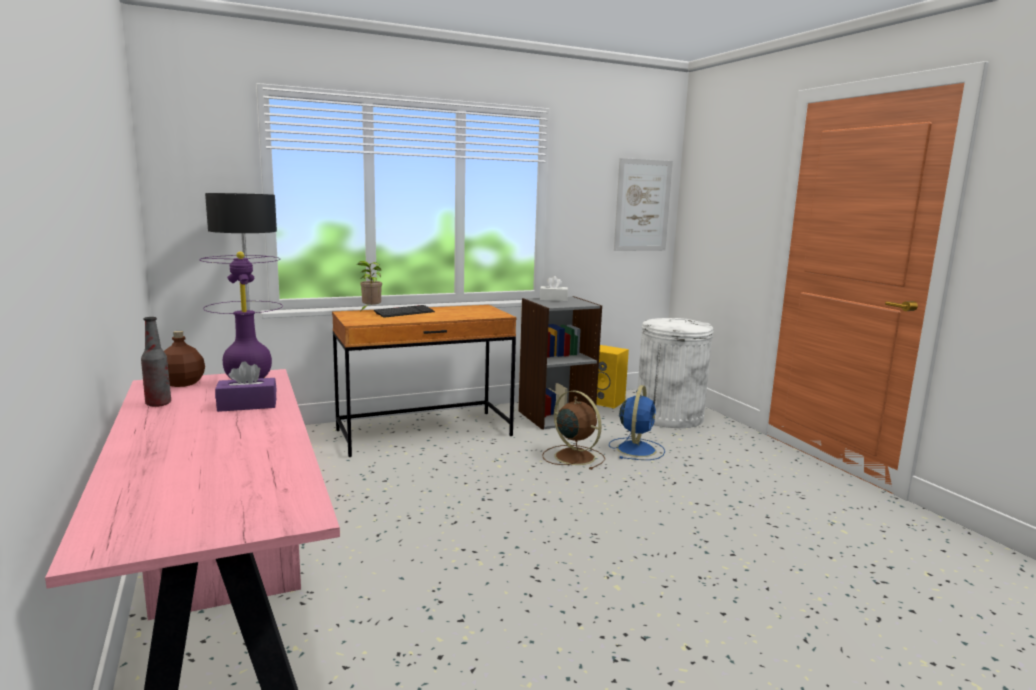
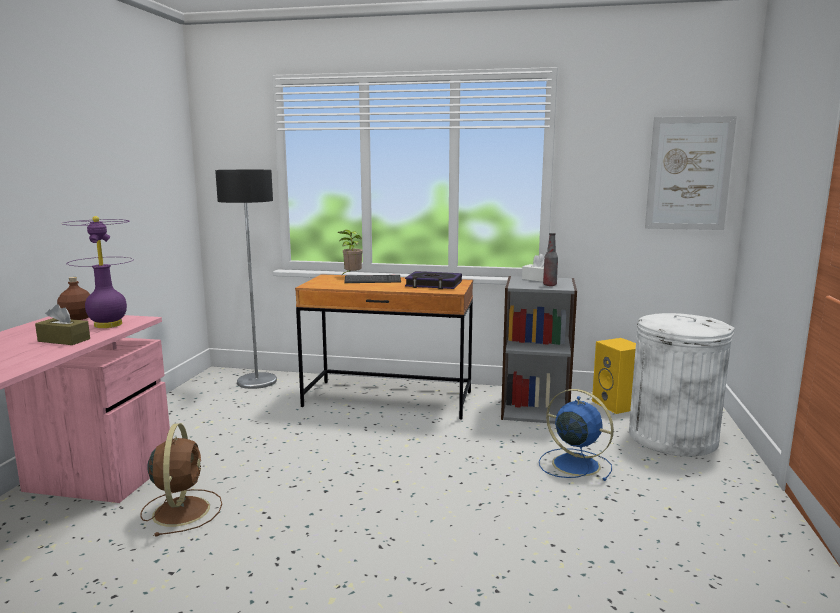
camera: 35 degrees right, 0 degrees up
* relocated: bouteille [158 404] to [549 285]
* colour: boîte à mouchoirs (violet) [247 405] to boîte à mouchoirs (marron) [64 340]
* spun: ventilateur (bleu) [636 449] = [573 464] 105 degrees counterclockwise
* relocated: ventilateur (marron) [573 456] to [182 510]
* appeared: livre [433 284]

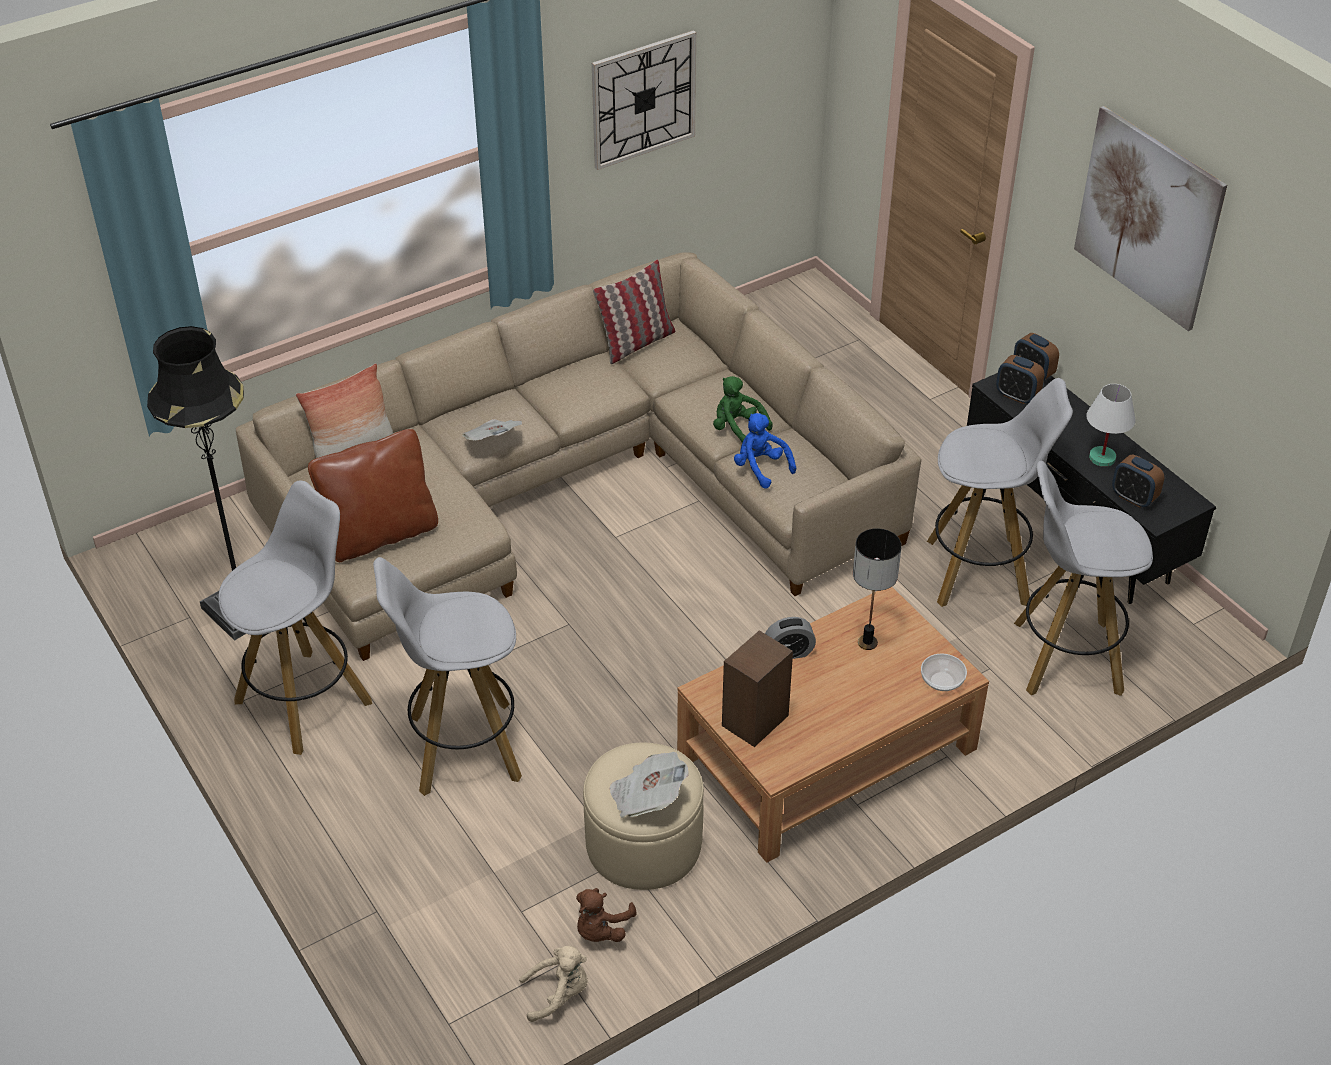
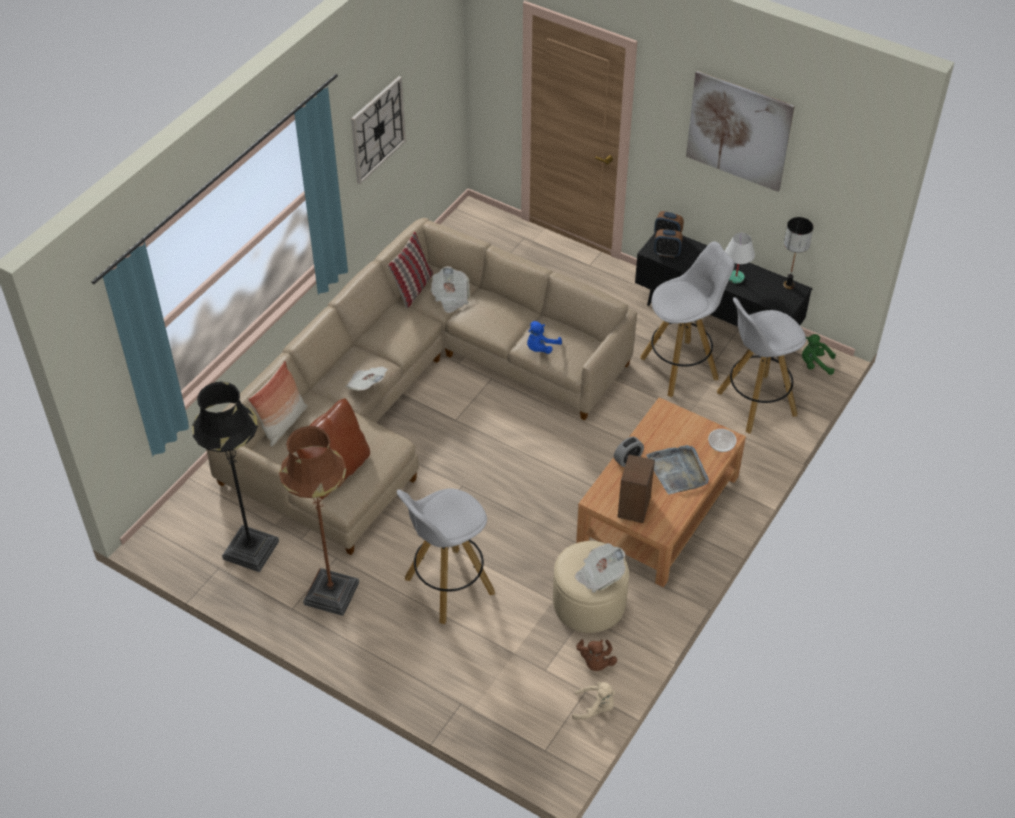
camera: 25 degrees left, 5 degrees up
* relocated: peluche (vert) [737 429] to [815 364]
* spun: peluche (bleu) [761 468] = [540 348] 75 degrees counterclockwise
* missing: réveil [1133 498]
* exchanged: tabouret (blanc) [305 700] to lampadaire (marron) [331 593]
* relocated: lampe de table [868 643] to [789 285]
* spun: peluche (beige) [559 994] = [595 708] 45 degrees clockwise
* appeared: journal [450 298]
* appeared: plateau (gris) [678 471]

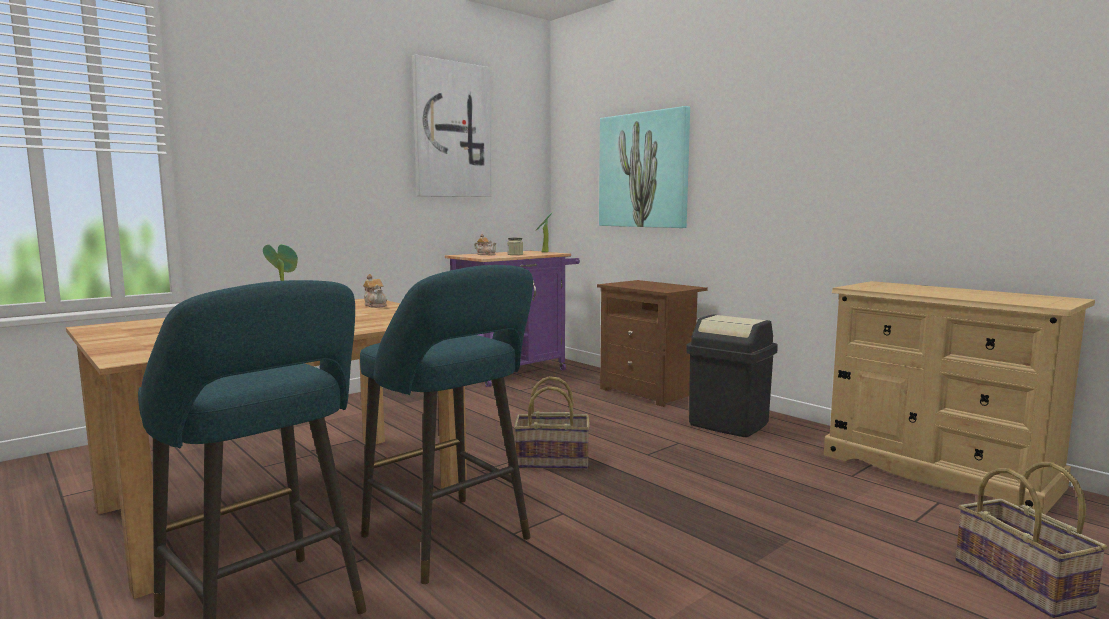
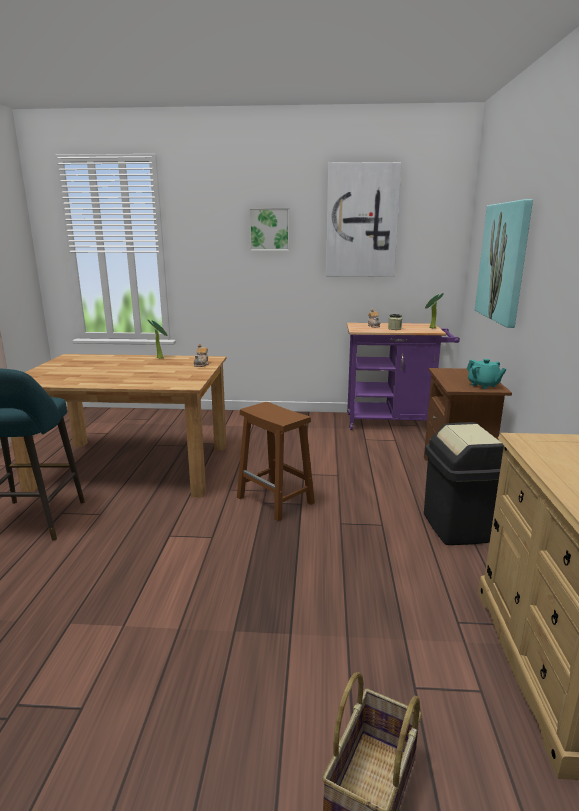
camera: 45 degrees right, 10 degrees up
* missing: tabouret (turquoise) [451 541]
* exchanged: panier [552 461] to tabouret (marron) [276 500]
* appeared: tableau [269 229]
* appeared: théière (turquoise) [483 385]

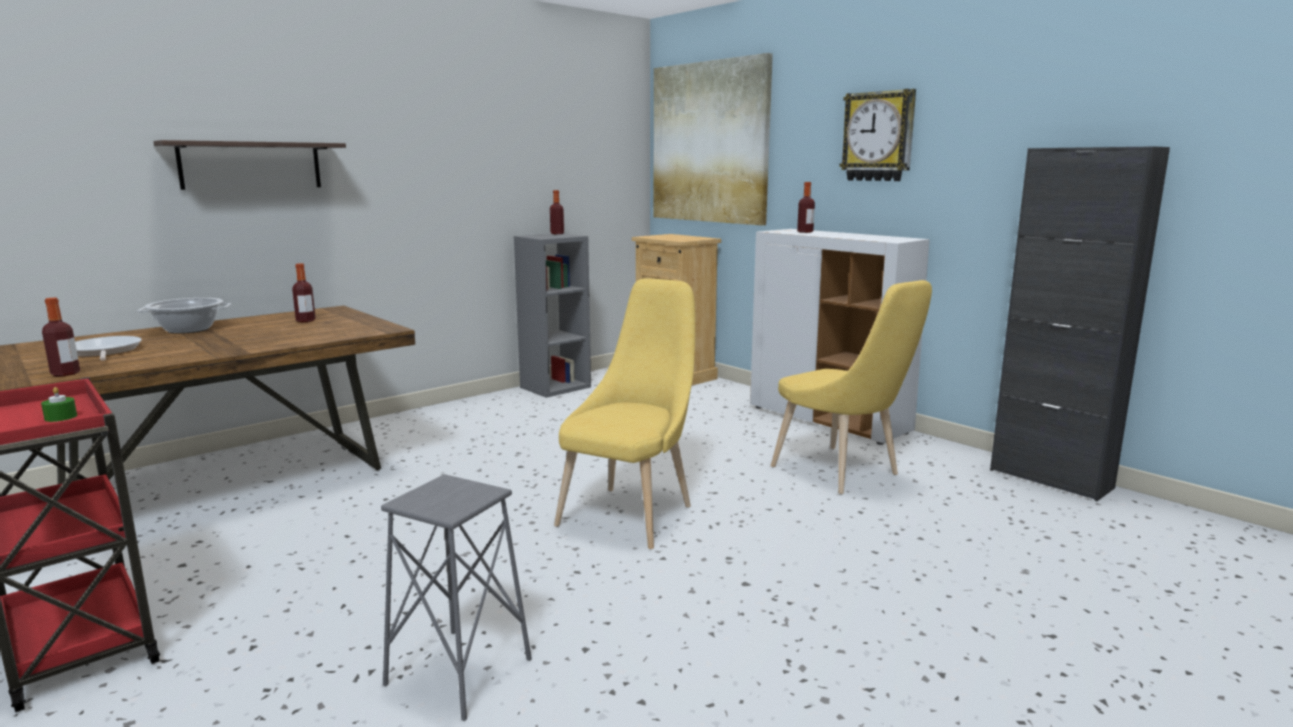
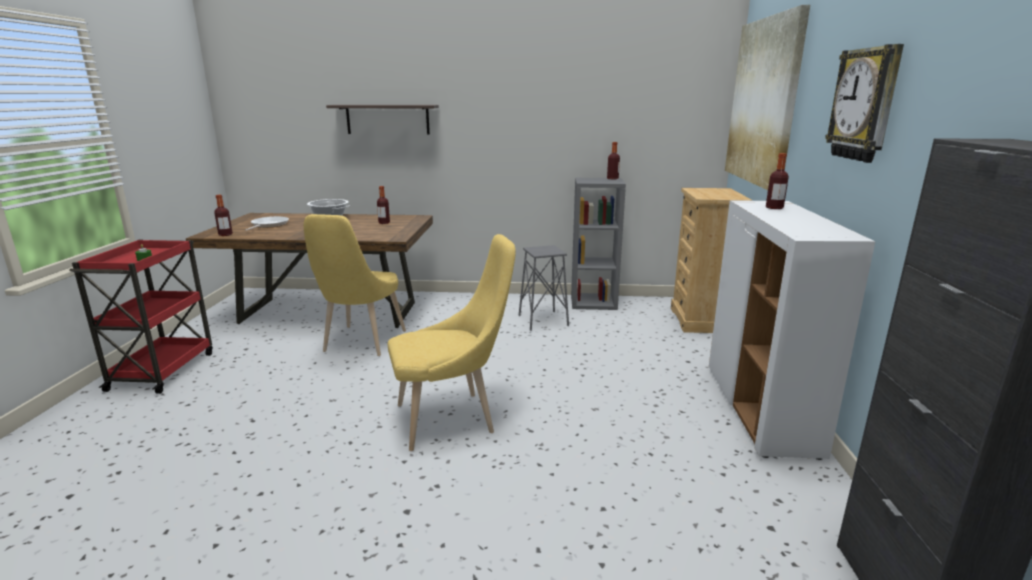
camera: 45 degrees right, 5 degrees up
* relocated: chaise (jaune) [841 473] to [361 343]
* relocated: tabouret (gris) [458 673] to [542 321]

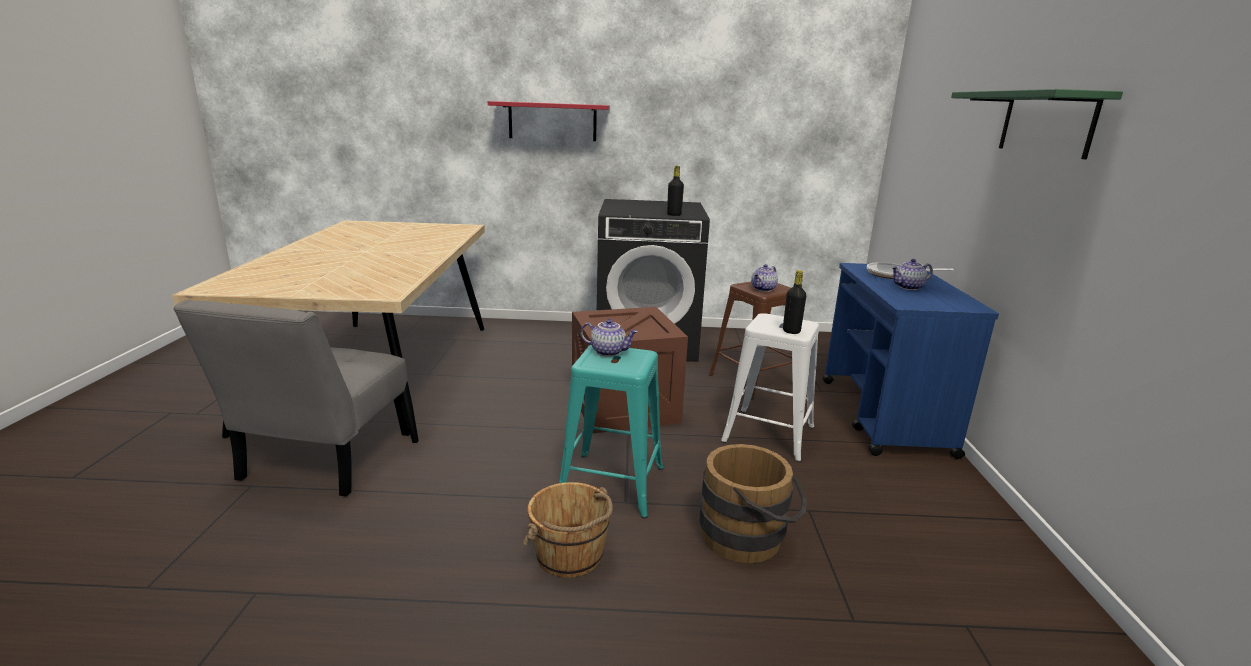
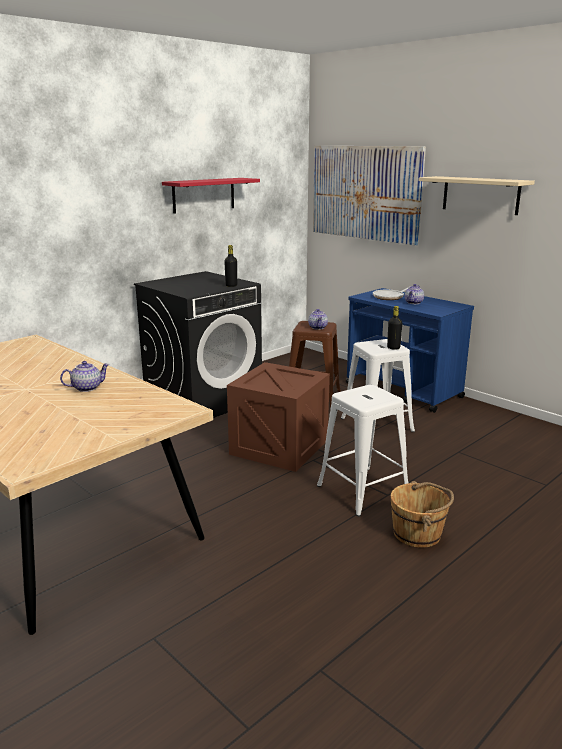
camera: 45 degrees left, 0 degrees up
* colour: étagère (vert) [1046 123] to étagère (beige) [480 195]
* relocated: étagère (rouge) [552 121] to [204 195]
* missing: chaise (gris) [322 461]
* relocated: théière [608 352] to [87 388]
* colour: tabouret (turquoise) [612 483] to tabouret (blanc) [363 490]
* missing: seau (marron) [749 538]
* appeared: tableau [365 193]

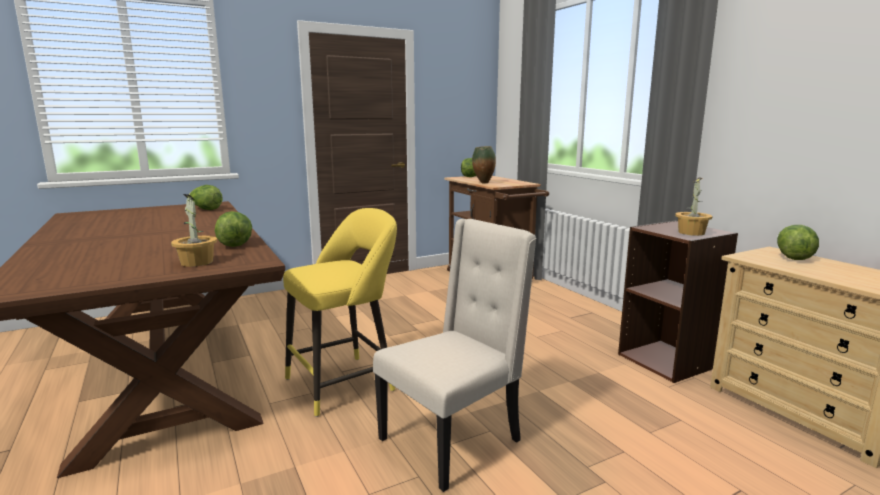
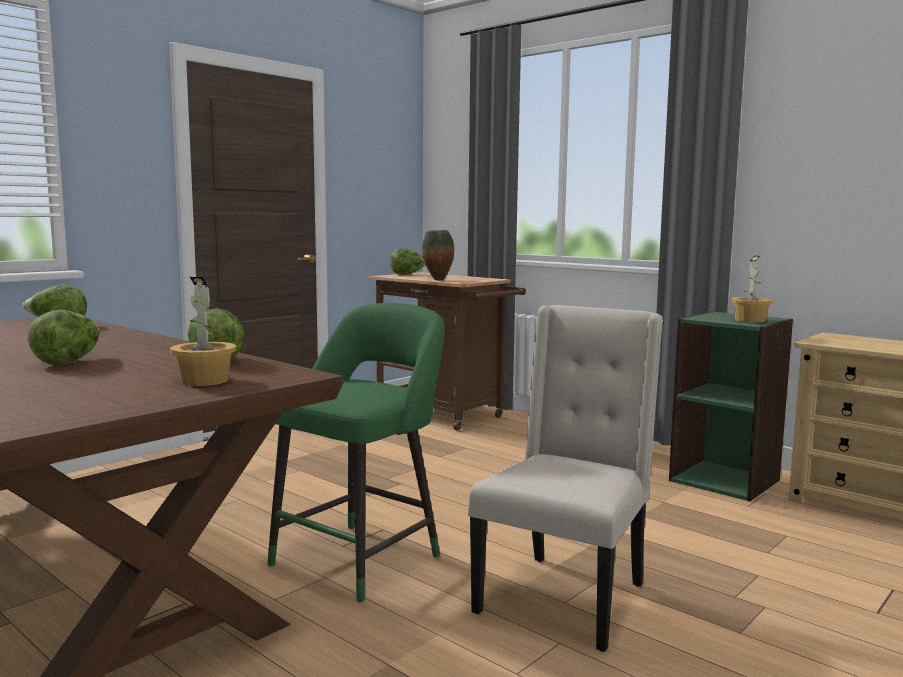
camera: 20 degrees left, 5 degrees down
* colour: tabouret (jaune) [345 383] to tabouret (vert) [362 558]
* colour: bibliothèque (marron) [667 360] to bibliothèque (vert) [725 480]
* relocated: laitue [793 257] to [68 362]

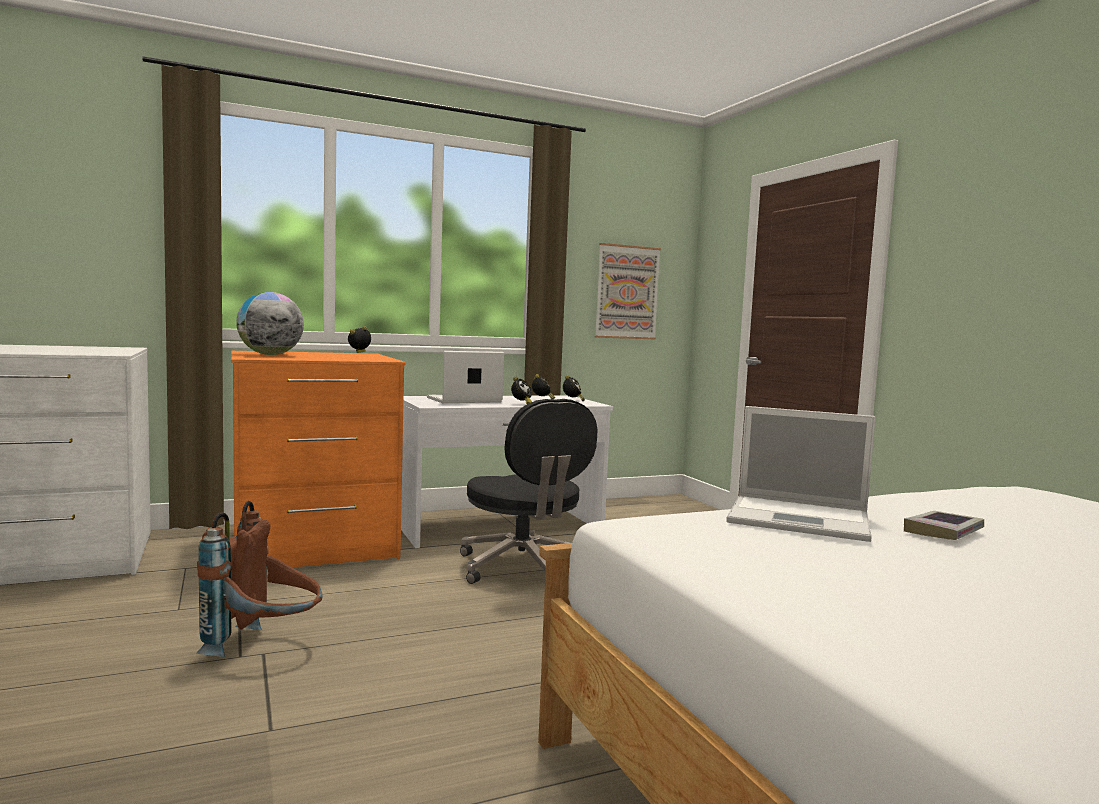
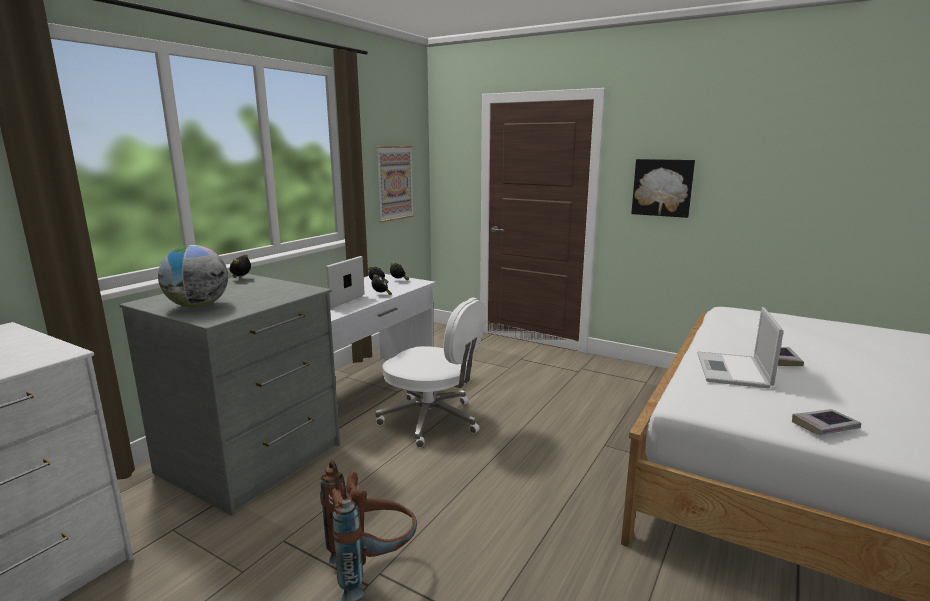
camera: 35 degrees left, 10 degrees up
* colour: commode (orange) [313 546] to commode (gris) [252 459]
* colour: chaise de bureau (noir) [523 568] to chaise de bureau (blanc) [432 420]
* spun: ordinateur portable [802 519] = [733 371] 120 degrees clockwise
* appeared: tableau [662 187]
* appeared: livre [825 426]

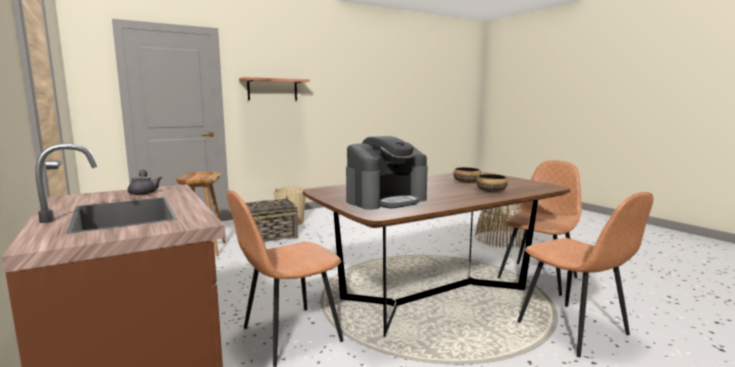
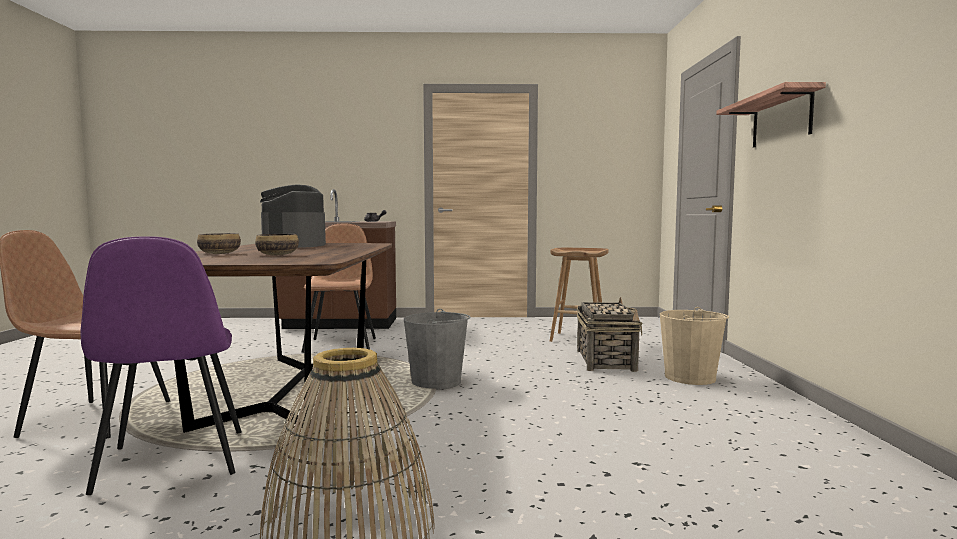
camera: 120 degrees right, 5 degrees down
* colour: chaise (marron) [538 277] to chaise (violet) [172 462]
* appeared: seau (gris) [436 382]

